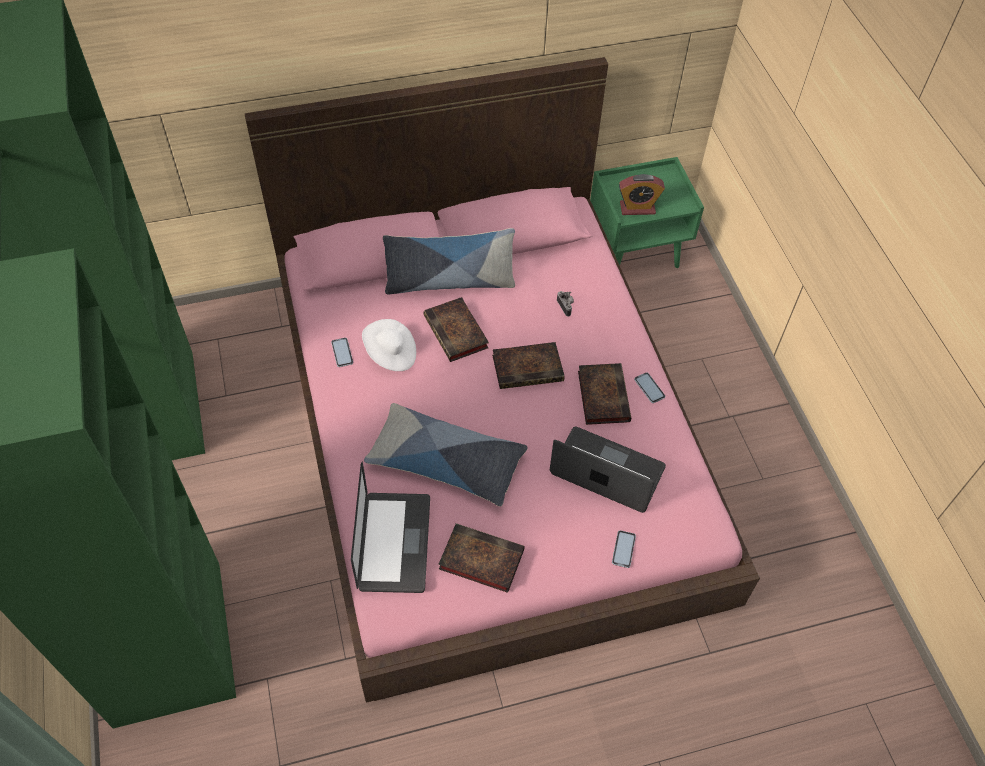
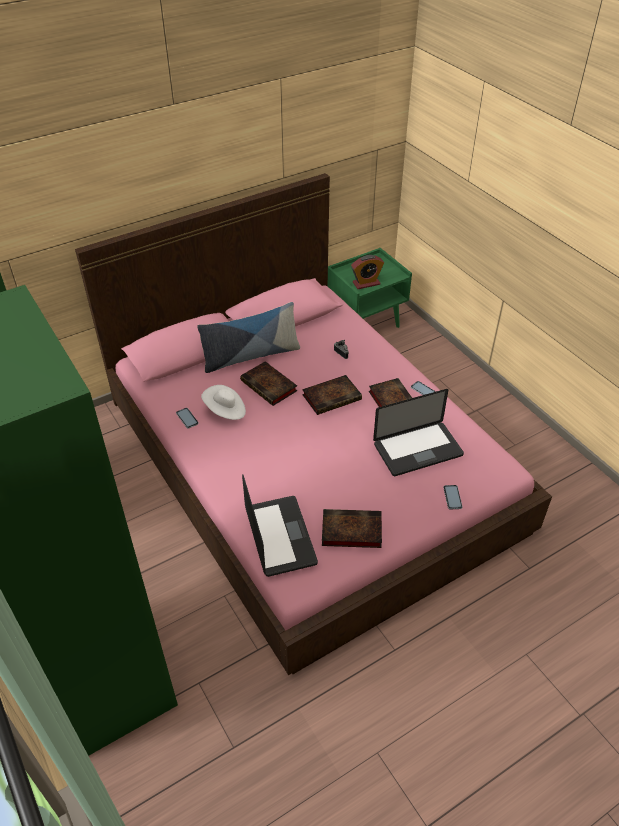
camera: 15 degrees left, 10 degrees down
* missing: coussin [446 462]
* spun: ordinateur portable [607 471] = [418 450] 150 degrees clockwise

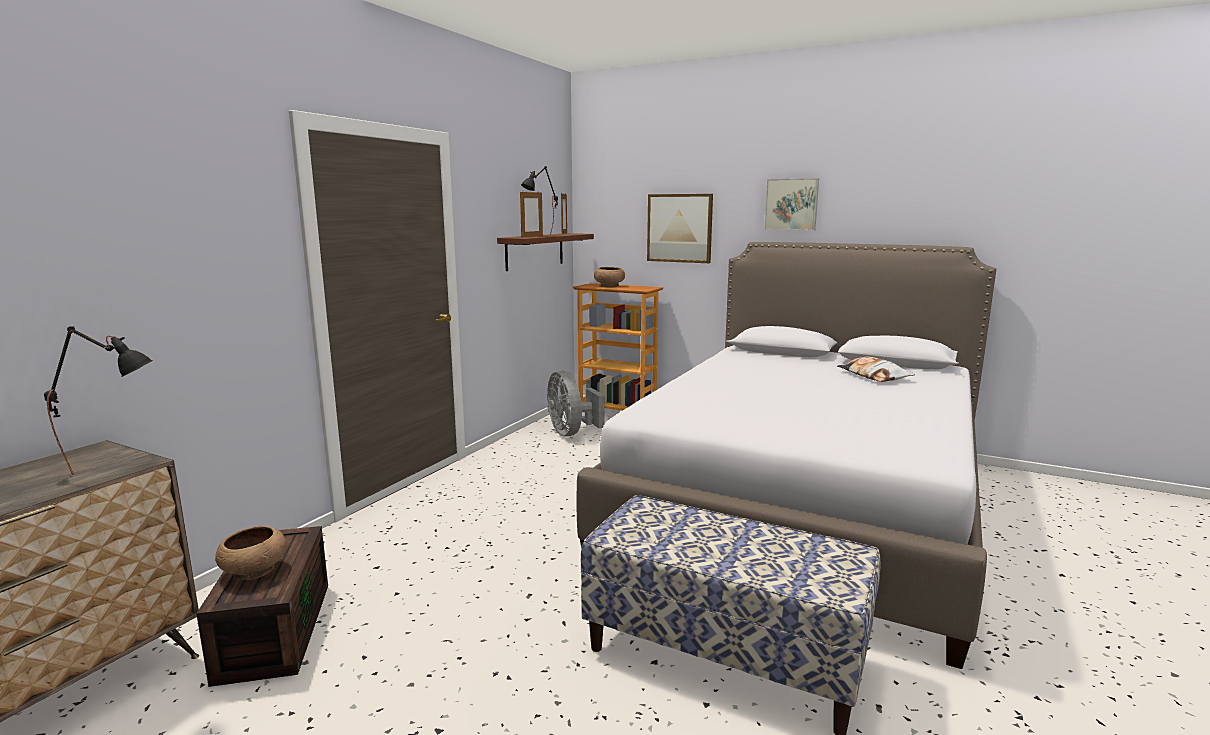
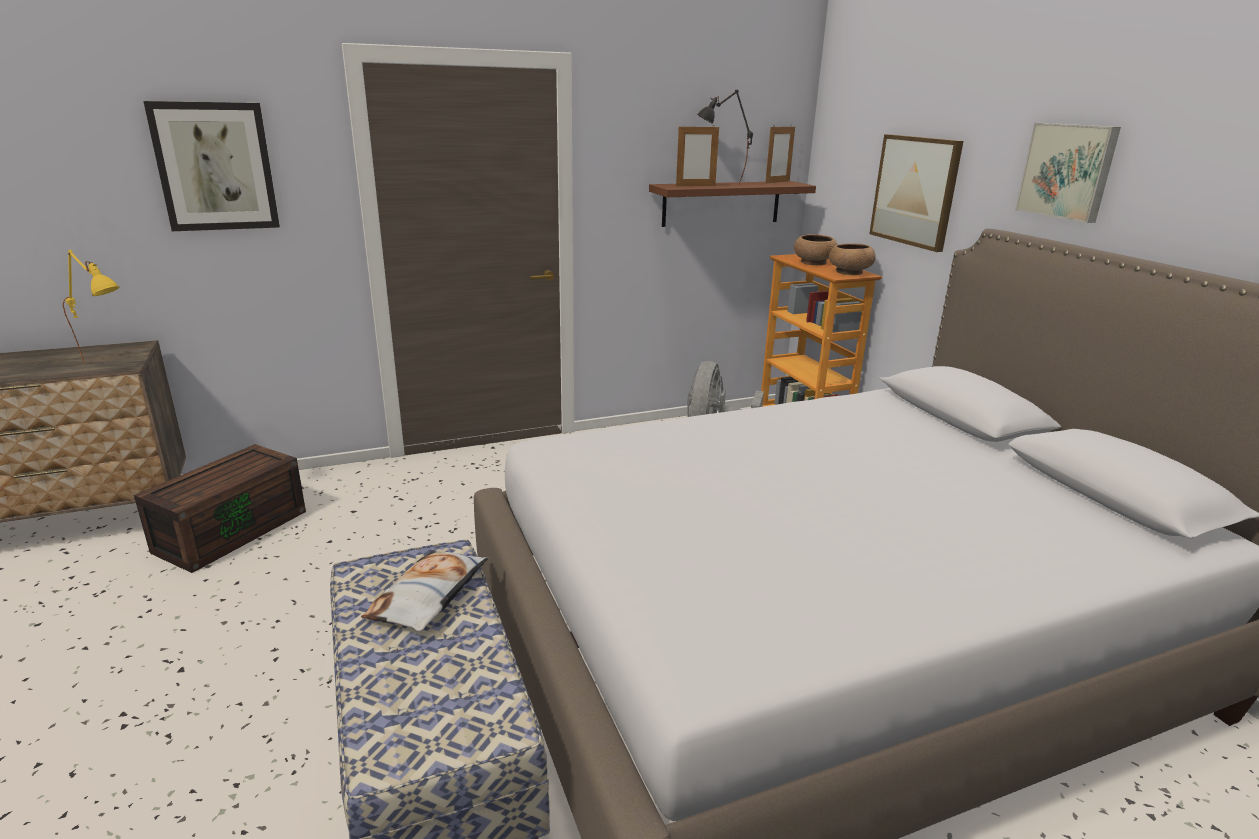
camera: 40 degrees right, 10 degrees up
* colour: lampe de table (noir) [116 467] to lampe de table (jaune) [109 365]
* relocated: coussin [874 376] to [429 597]
* relocated: bol (marron) [253 571] to [849 272]
* appeared: tableau [216 167]

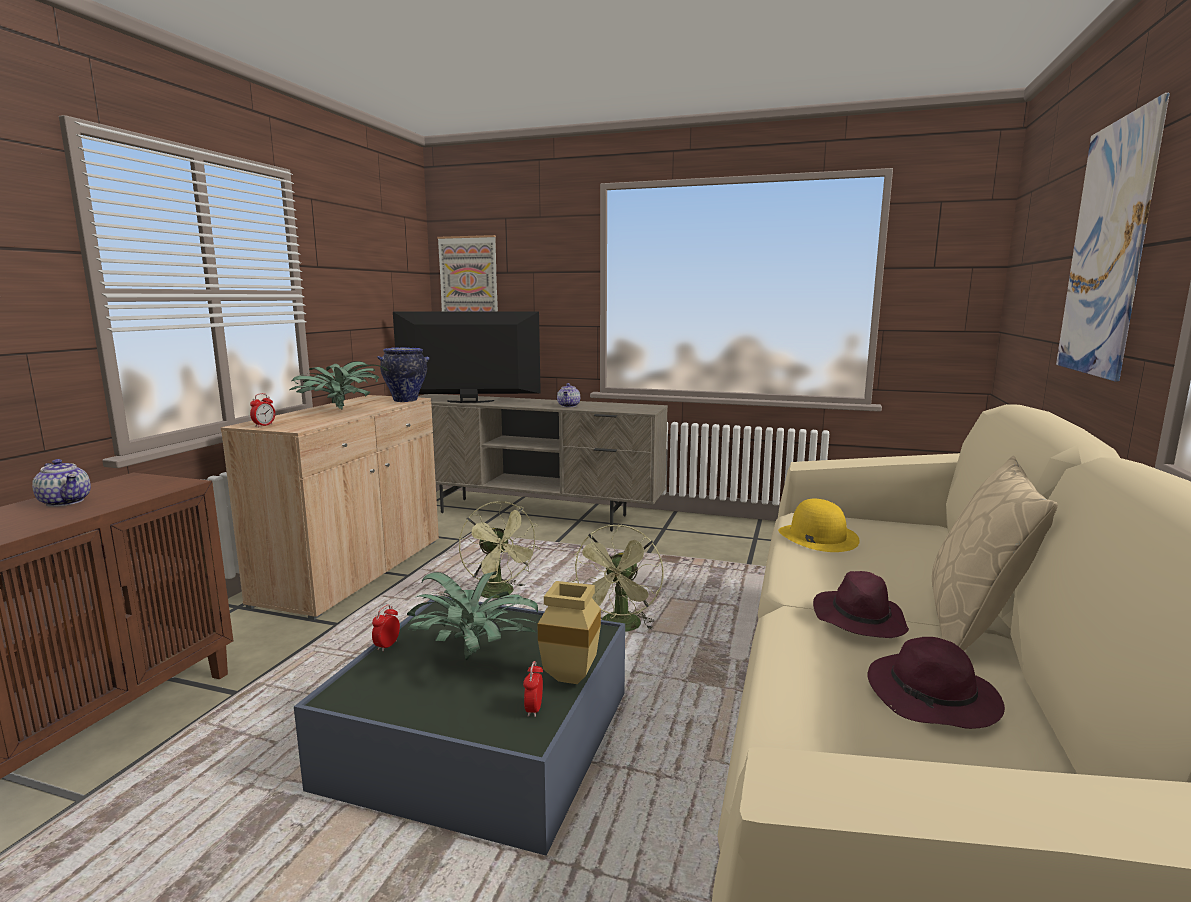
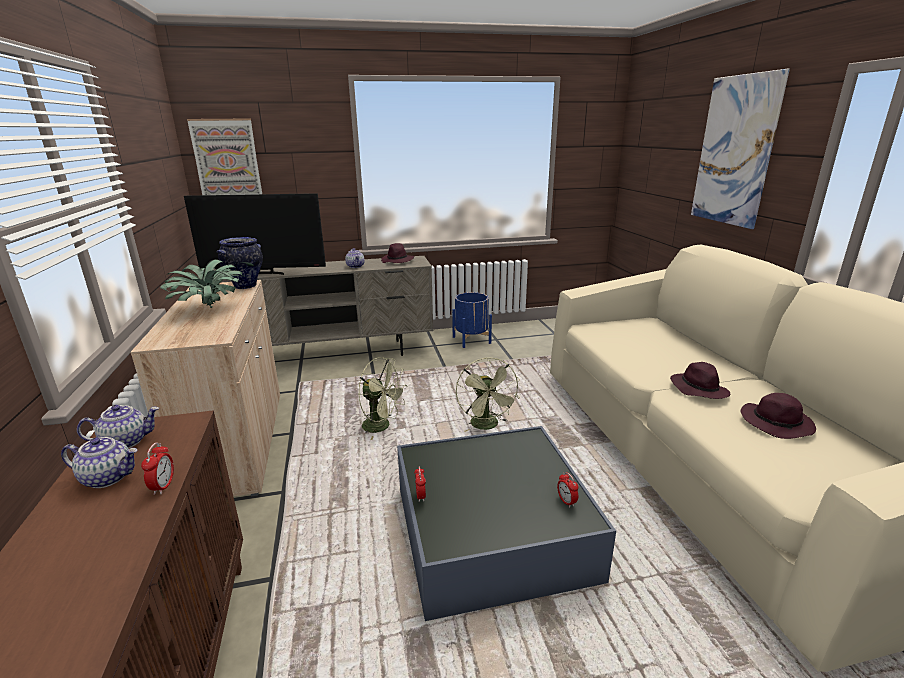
camera: 30 degrees left, 10 degrees up
* spun: téléviseur [469 401] = [264 273] 150 degrees counterclockwise
* relocated: réveil [264 425] to [163 486]
* missing: coussin (beige) [974 626]
* missing: chapeau (jaune) [817 537]
* missing: plante en pot [474 656]
* missing: vase (beige) [573 677]
* appeared: chapeau (violet) [398 261]
* appeared: cache-pot (bleu) [471 340]
* appeared: théière [126 441]

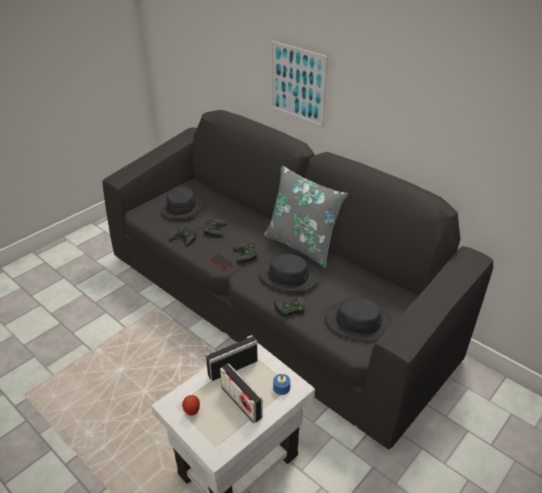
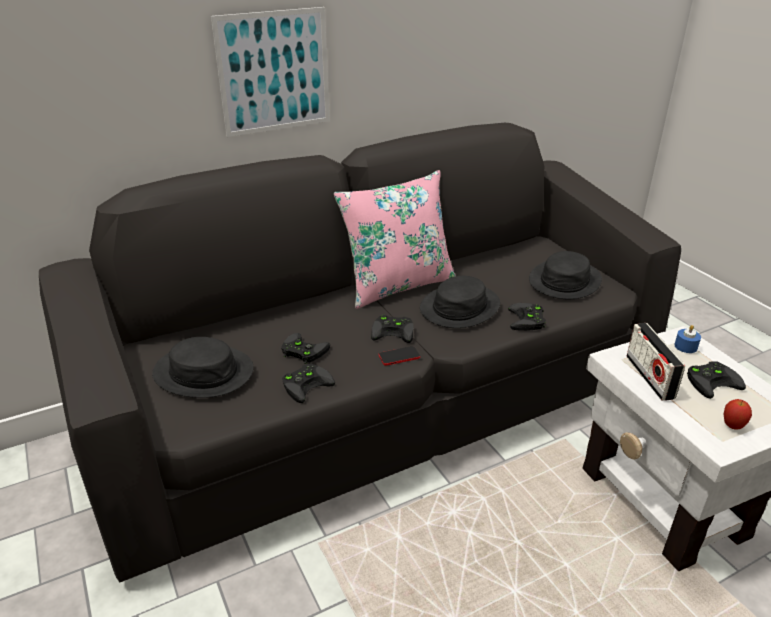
camera: 70 degrees left, 5 degrees down
* colour: coussin (gris) [302 245] to coussin (rose) [397 285]
* exchanged: radio [241 402] to manette (noir) [712 381]

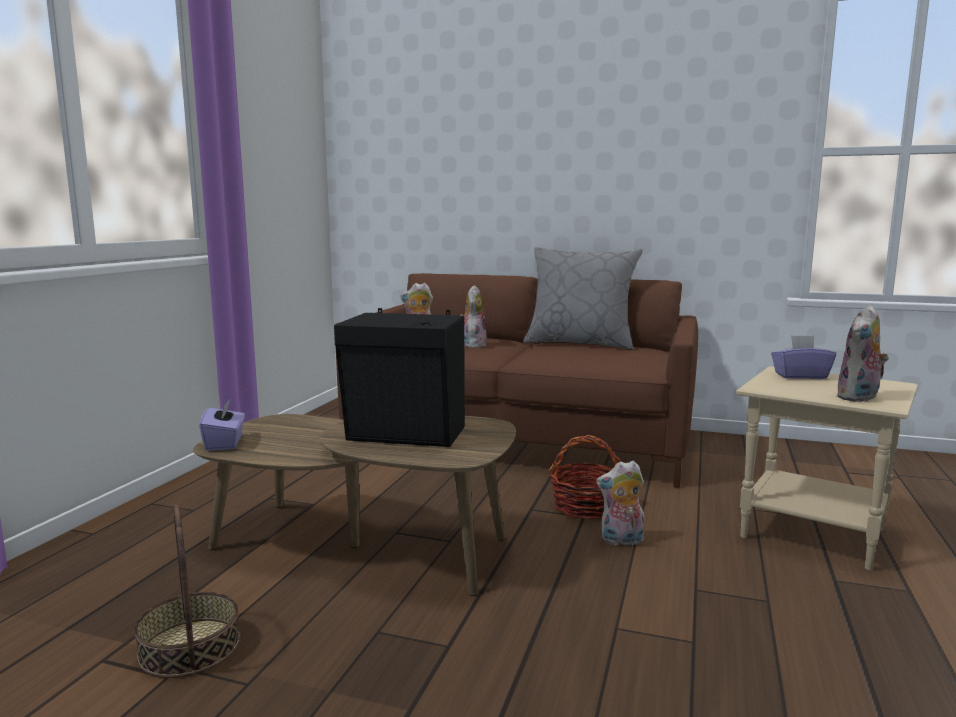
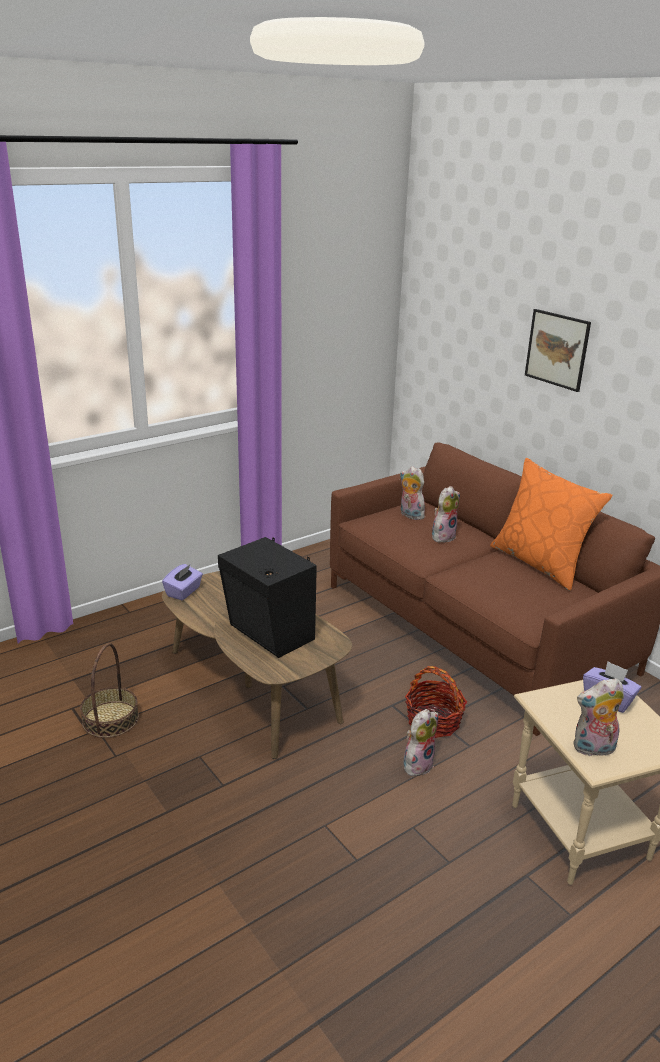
camera: 35 degrees right, 15 degrees up
* colour: coussin (gris) [580 343] to coussin (orange) [540 563]
* spun: peluche [621 541] = [417 764] 105 degrees clockwise
* appeared: tableau [557 349]

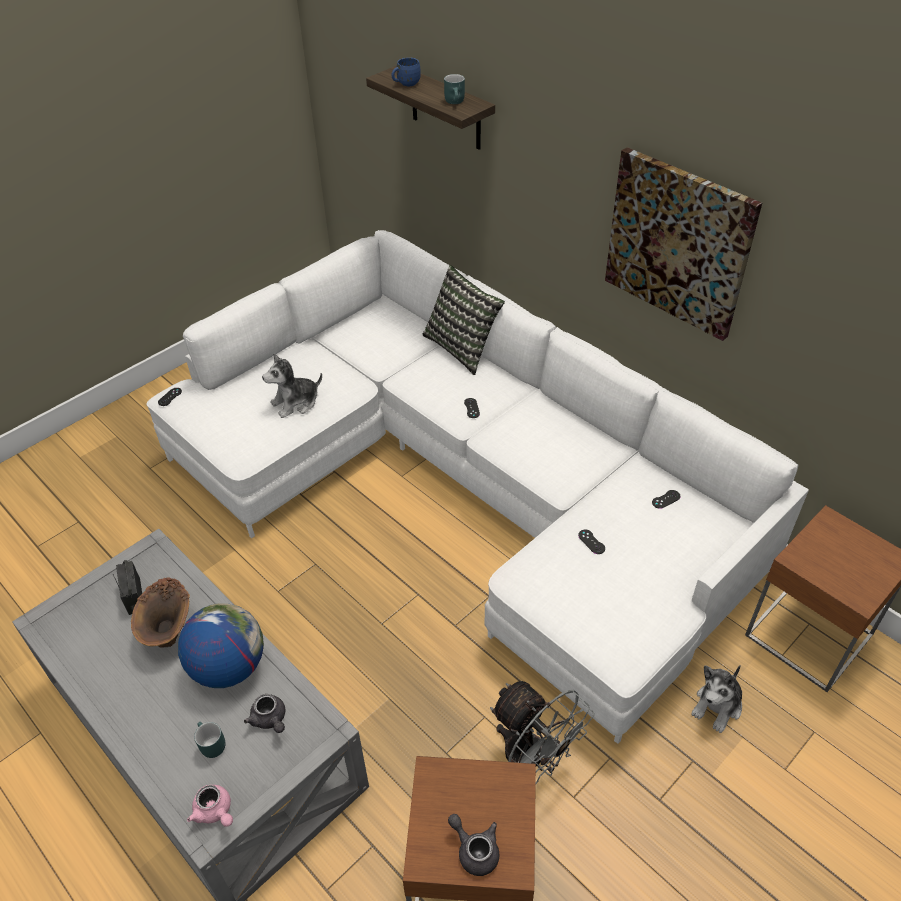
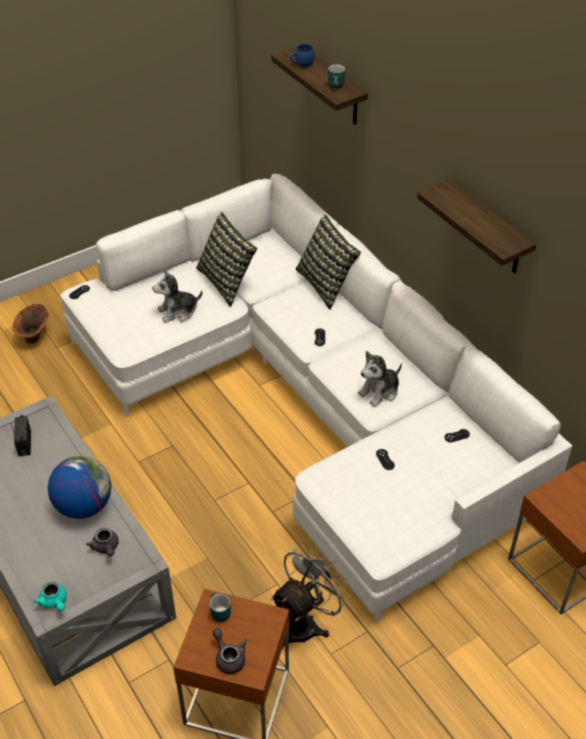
camera: 10 degrees right, 0 degrees up
* exchanged: tableau [678 243] to étagère [488 229]
* relocated: vase (marron) [170 631] to [35 336]
* relocated: peluche [717 706] to [379 391]
* spun: ventilateur (gris) [532 761] = [306 623] 105 degrees counterclockwise
* relocated: mug (turquoise) [209 745] to [218 612]
* colour: théière (rose) [215 812] to théière (turquoise) [54 602]
* appeared: coussin [227 281]

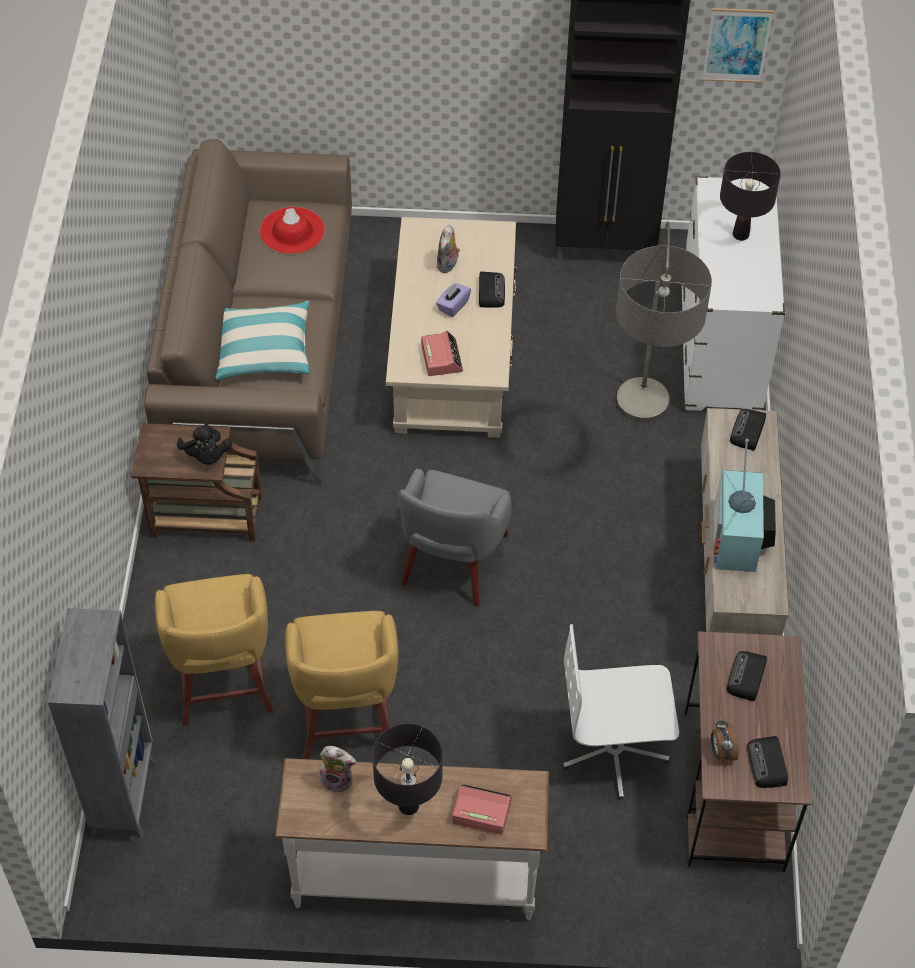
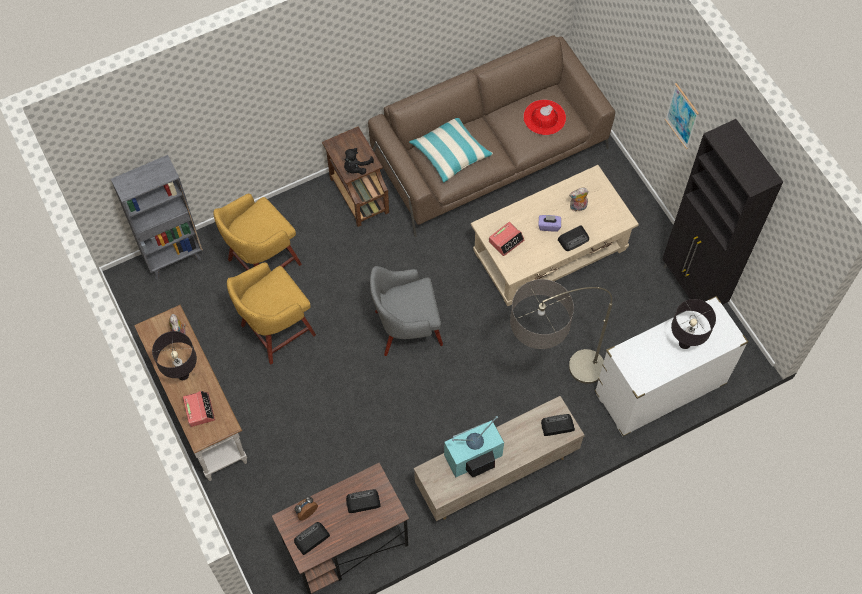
camera: 60 degrees right, 10 degrees up
* relocated: tableau [737 45] to [682 116]
* missing: chaise de bureau (blanc) [614 751]

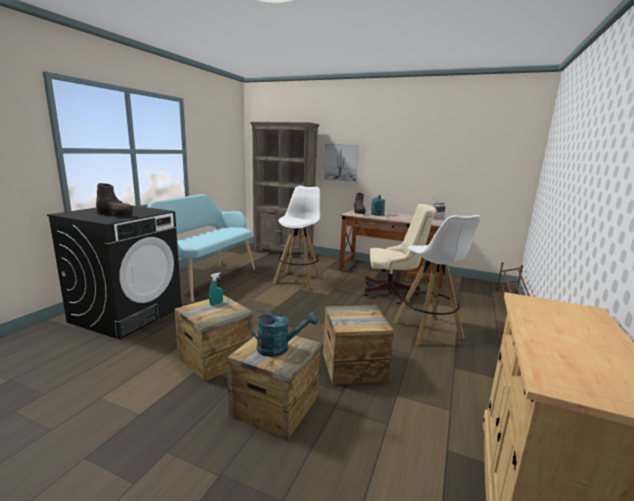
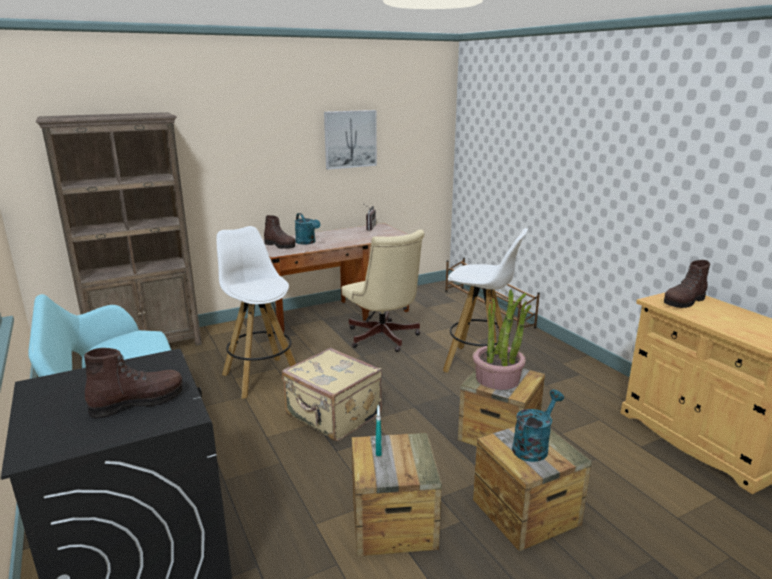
camera: 50 degrees left, 5 degrees up
* relocated: tableau [341 163] to [350 139]
* spun: chaise de bureau (beige) [393 293] = [384 339] 105 degrees clockwise
* appeared: botte (marron) [684 302]
* appeared: plante en pot [498 379]
* appeared: valise (beige) [333 416]

